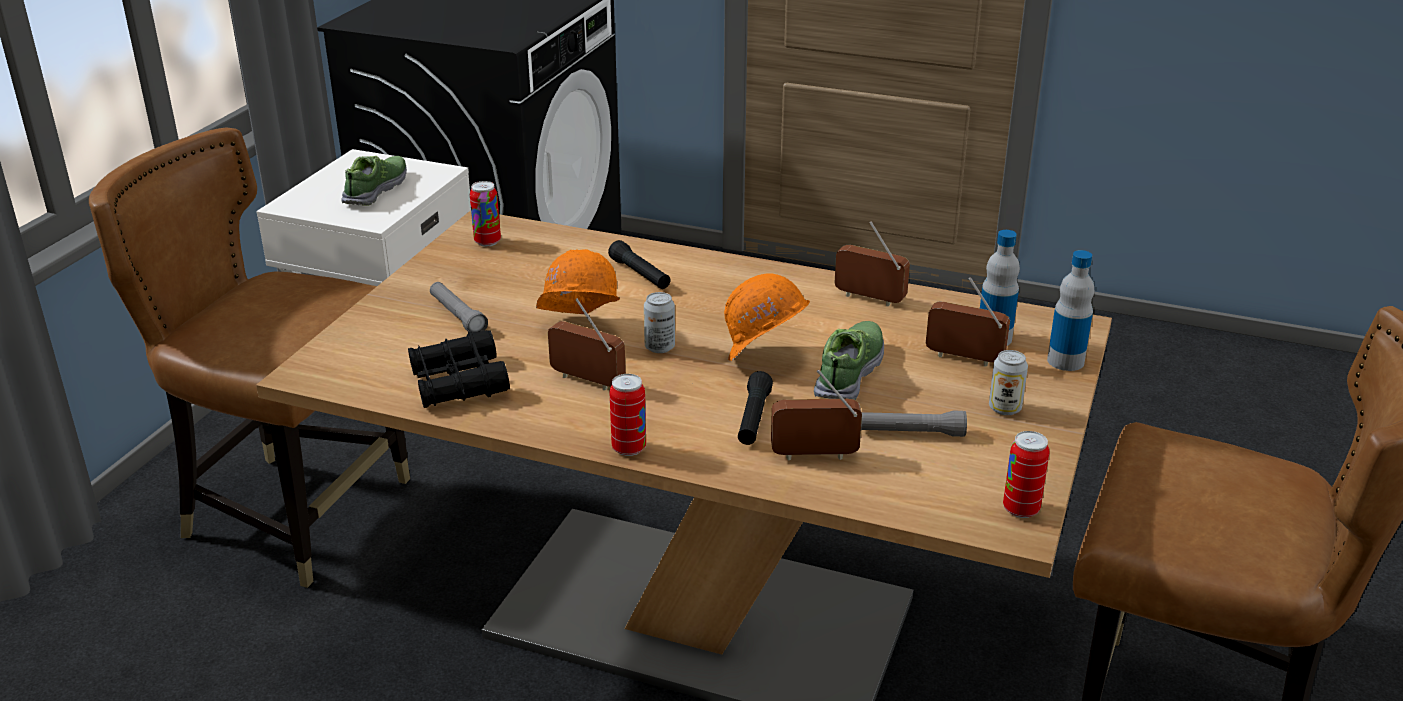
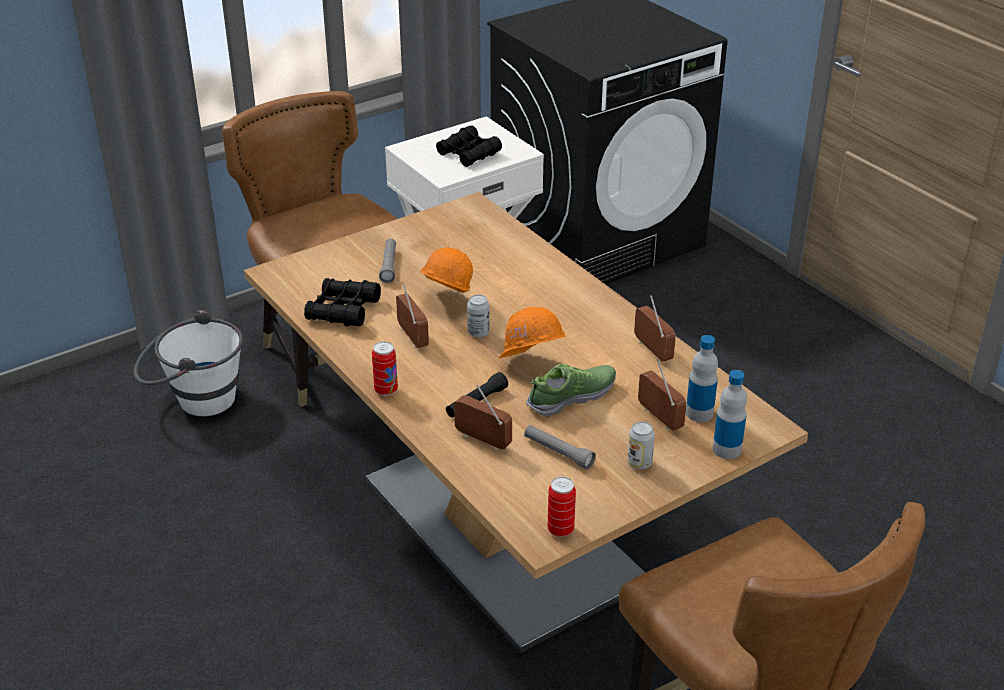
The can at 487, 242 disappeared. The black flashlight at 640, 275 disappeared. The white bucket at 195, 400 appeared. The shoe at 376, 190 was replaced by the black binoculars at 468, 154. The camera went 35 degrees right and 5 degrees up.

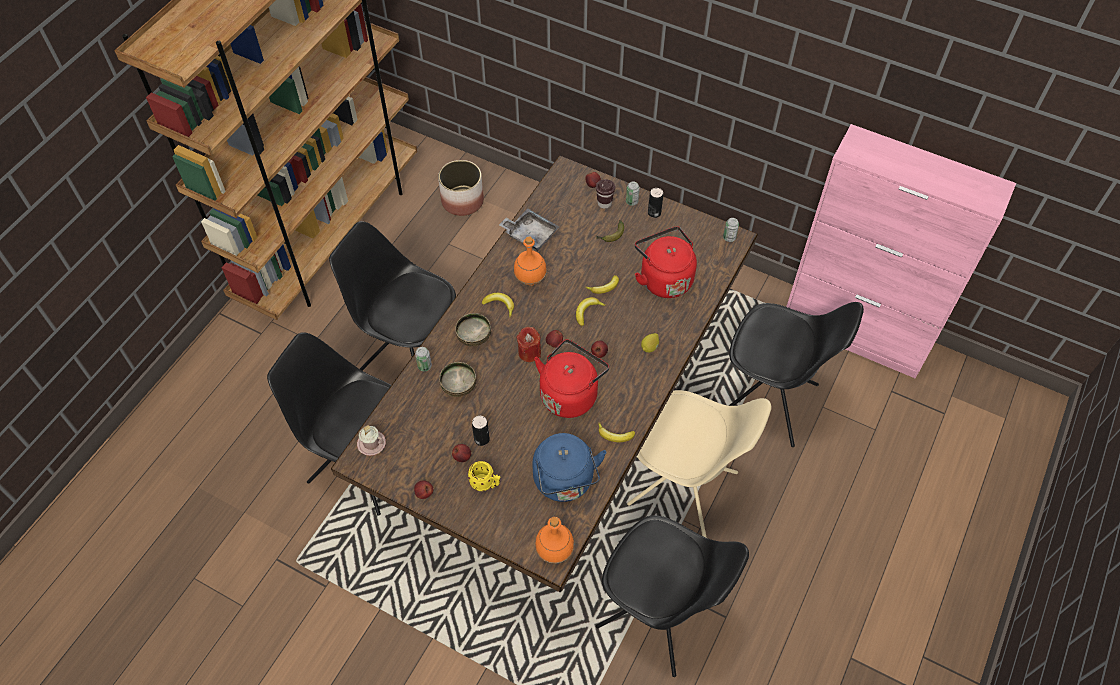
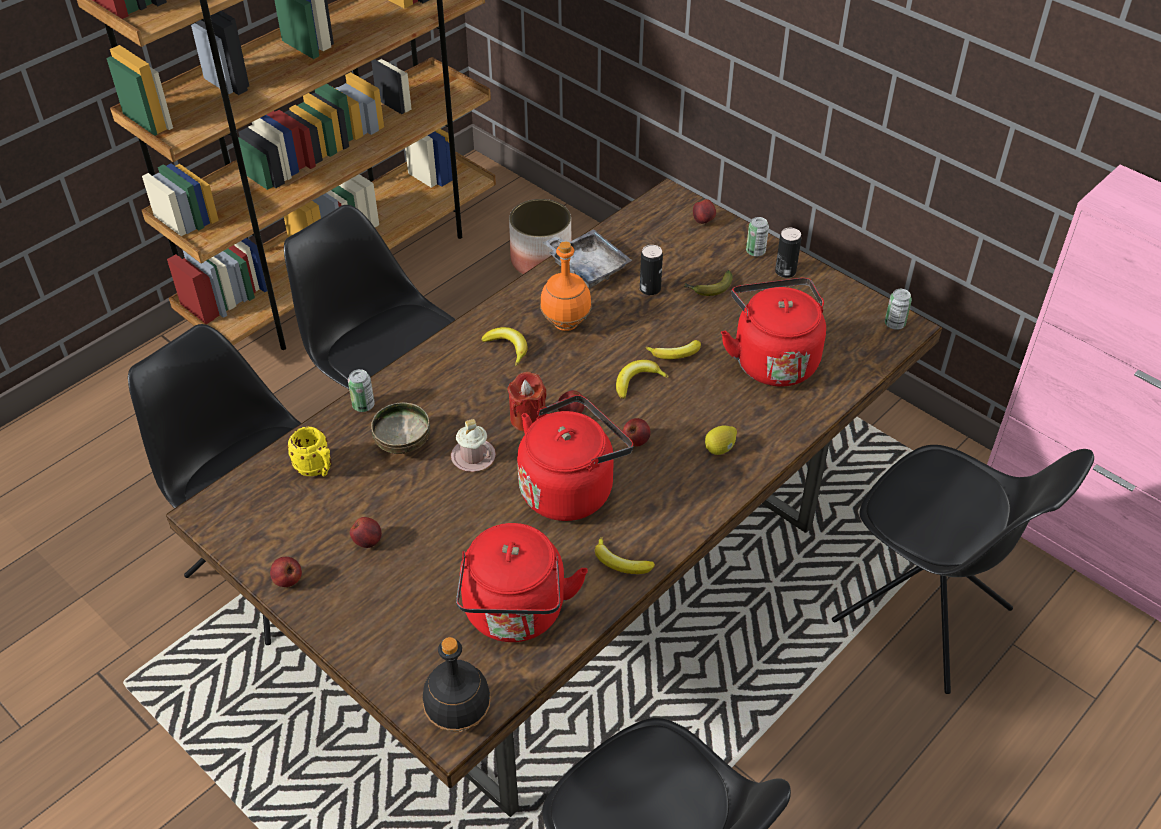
The bowl at 474, 337 disappeared. The brown cup at 604, 203 disappeared. The beige chair at 685, 490 disappeared. The pink mug moved from 371, 443 to 473, 456. The yellow mug moved from 486, 484 to 317, 469. The can moved from 481, 439 to 650, 289. The blue kettle at 565, 482 became the red kettle at 515, 615. The orange bottle at 555, 552 became the black bottle at 459, 717. The camera went 15 degrees right and 10 degrees down.

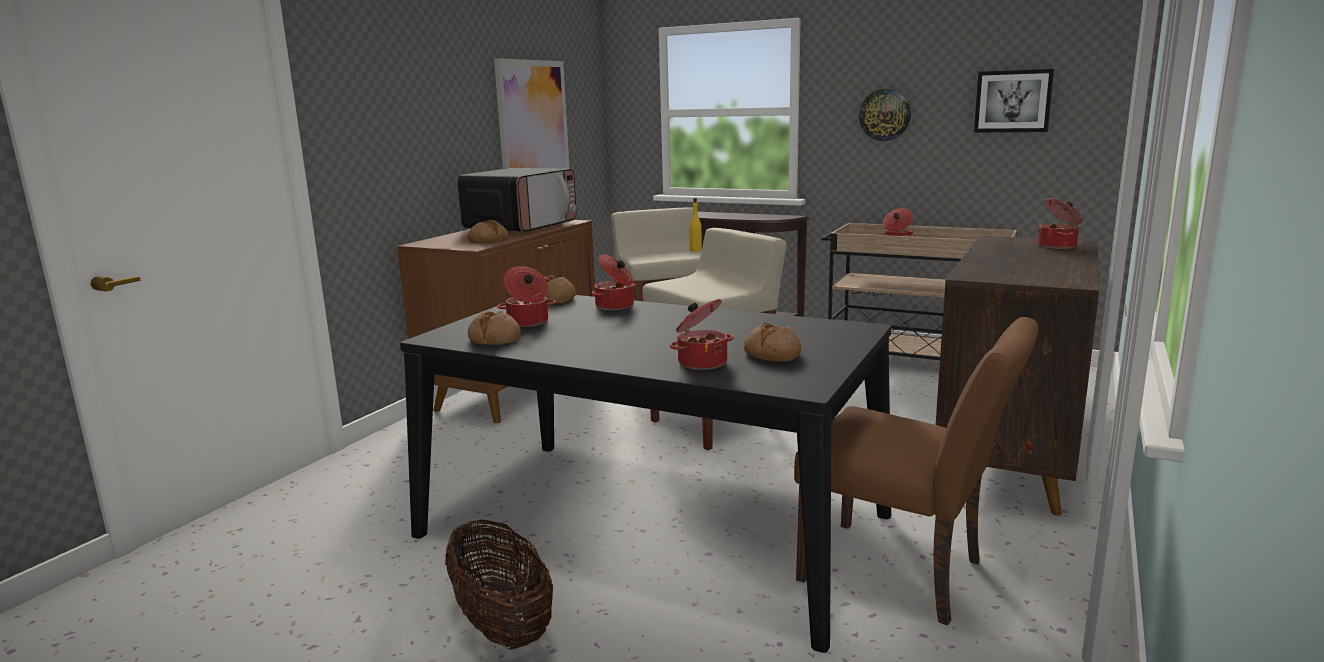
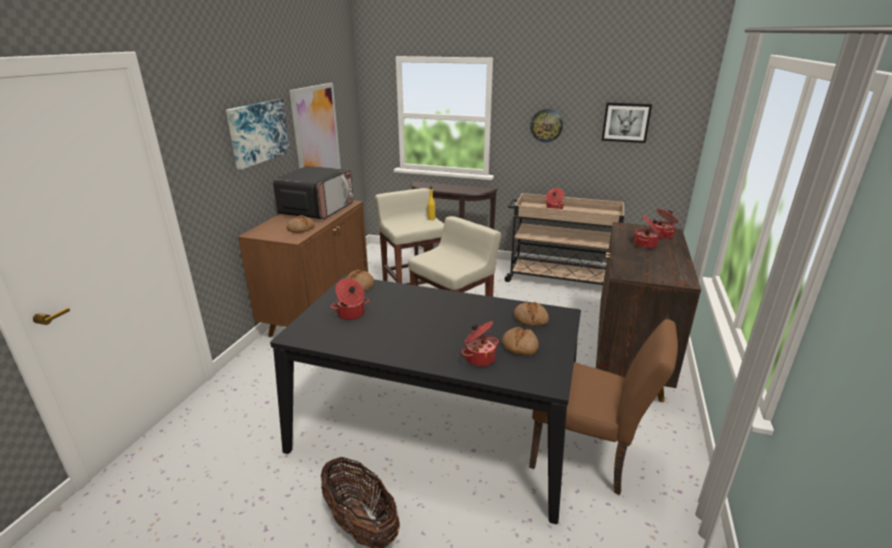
The picture at 258, 132 appeared. The bread moved from 495, 339 to 530, 319. The cooking pot moved from 615, 306 to 645, 245. The camera went 10 degrees left and 10 degrees up.

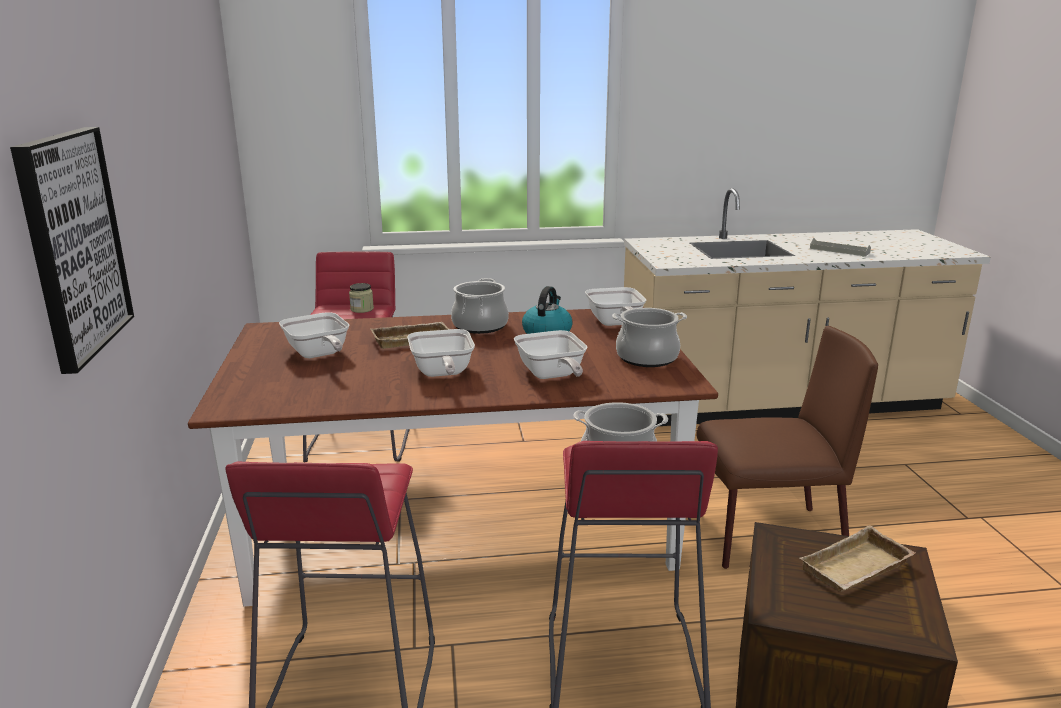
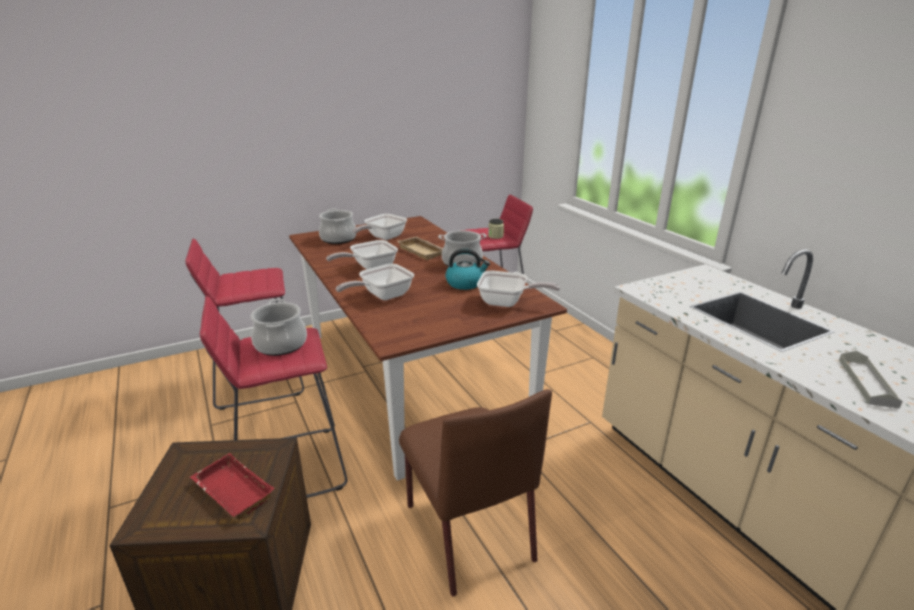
The picture at 73, 244 disappeared. The cooking pot moved from 647, 357 to 338, 239. The beige tray at 857, 569 became the red tray at 230, 492. The frying pan at 615, 324 turned 135 degrees counterclockwise. The camera went 70 degrees right and 5 degrees up.

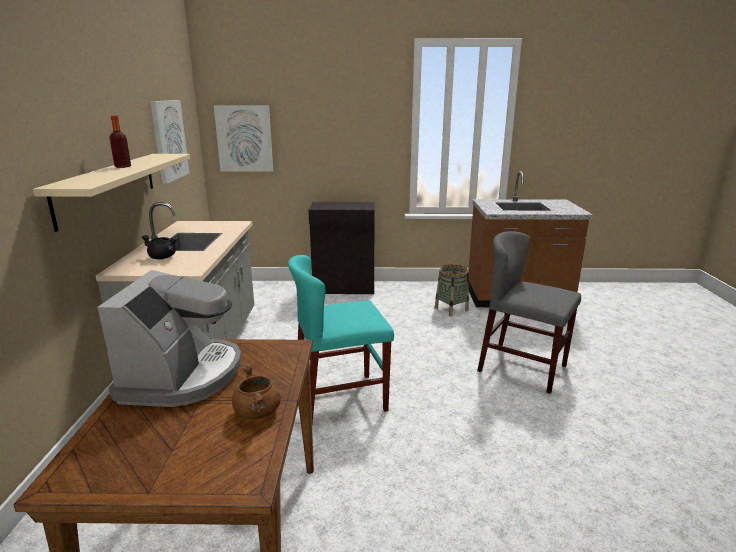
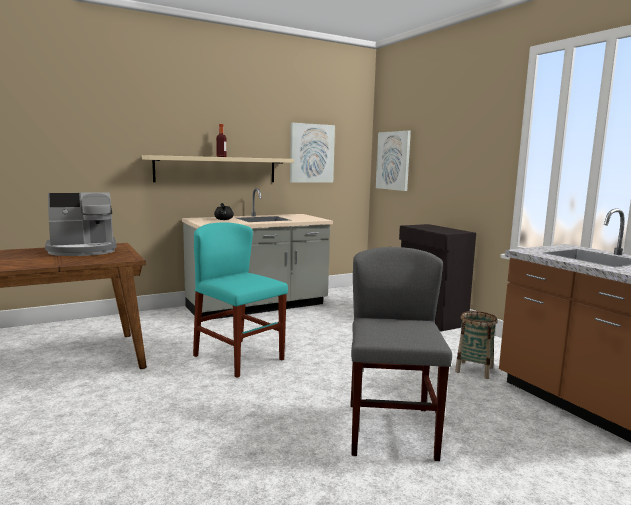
The brown cooking pot at 258, 412 disappeared. The camera went 60 degrees right and 10 degrees down.

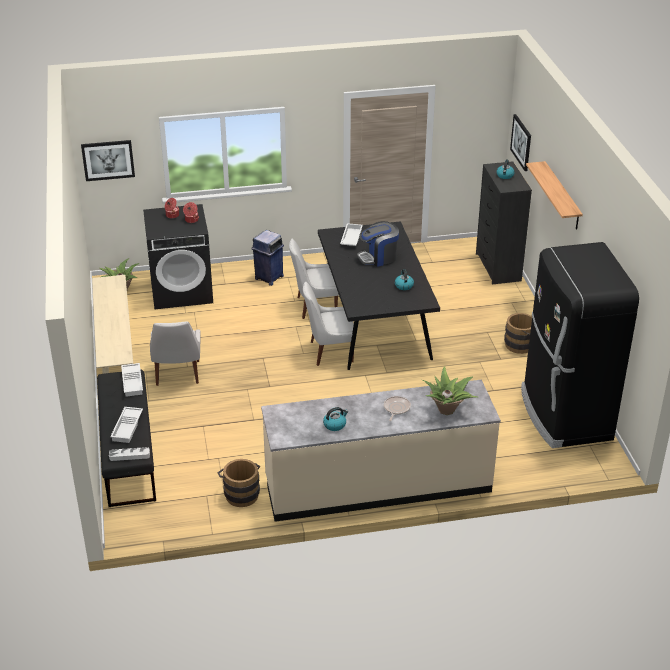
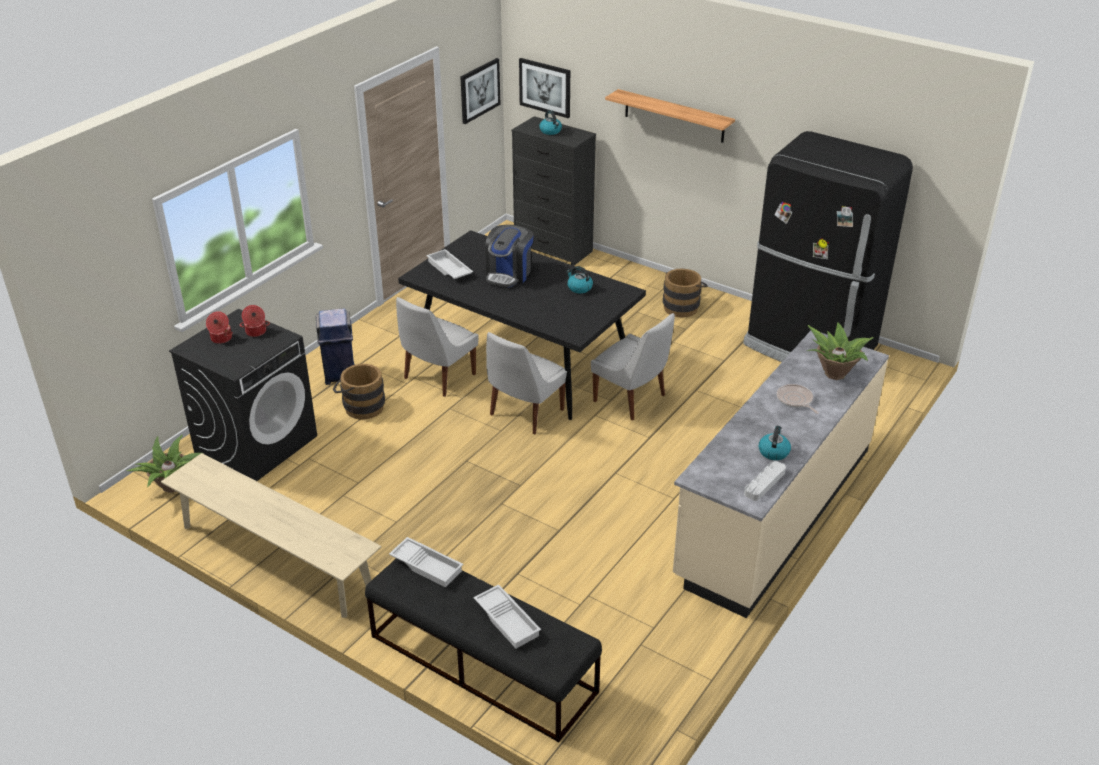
The picture moved from 108, 160 to 479, 90. The grey tray moved from 129, 456 to 764, 483. The white chair moved from 177, 374 to 631, 399. The brown bucket moved from 240, 493 to 360, 406. The camera went 45 degrees left and 0 degrees up.

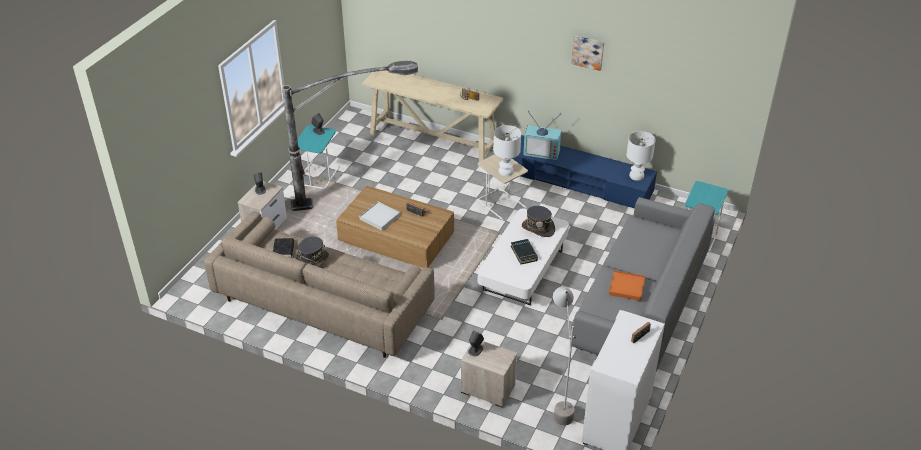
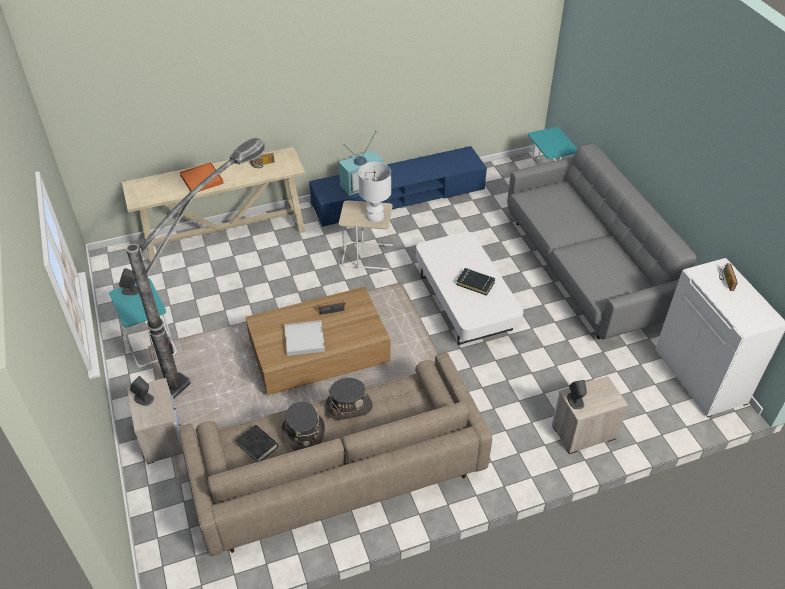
The grey floor lamp at 559, 404 disappeared. The picture at 588, 52 disappeared. The white table lamp at 637, 176 disappeared. The grey hat moved from 538, 228 to 348, 406. The orange tray moved from 626, 287 to 201, 179. The camera went 45 degrees left and 5 degrees up.

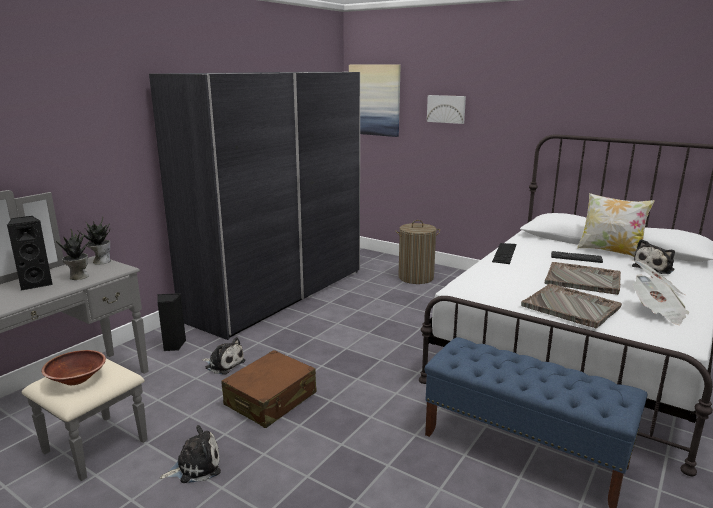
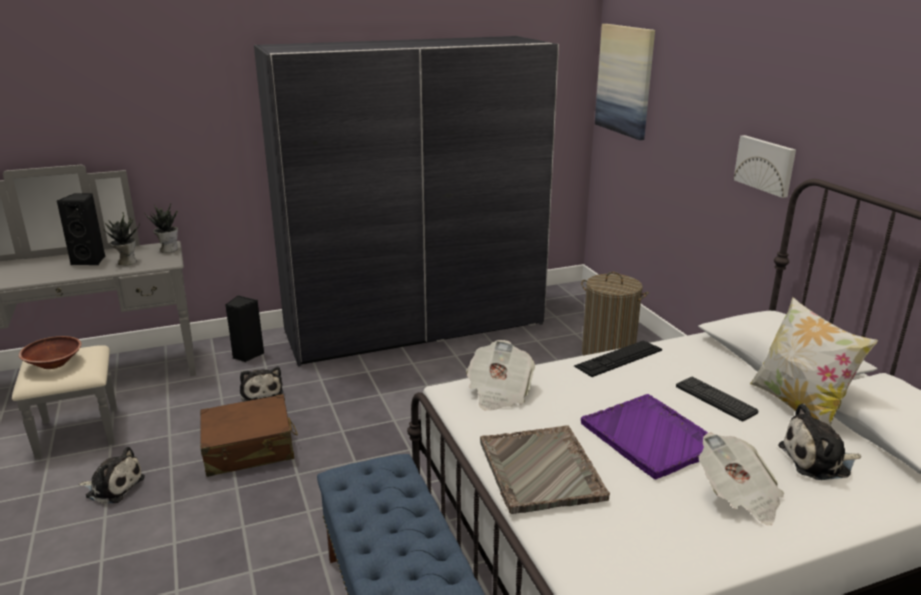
The picture moved from 446, 109 to 765, 165. The newspaper moved from 658, 313 to 499, 392. The grey tray at 583, 280 became the purple tray at 651, 438. The camera went 35 degrees right and 5 degrees up.

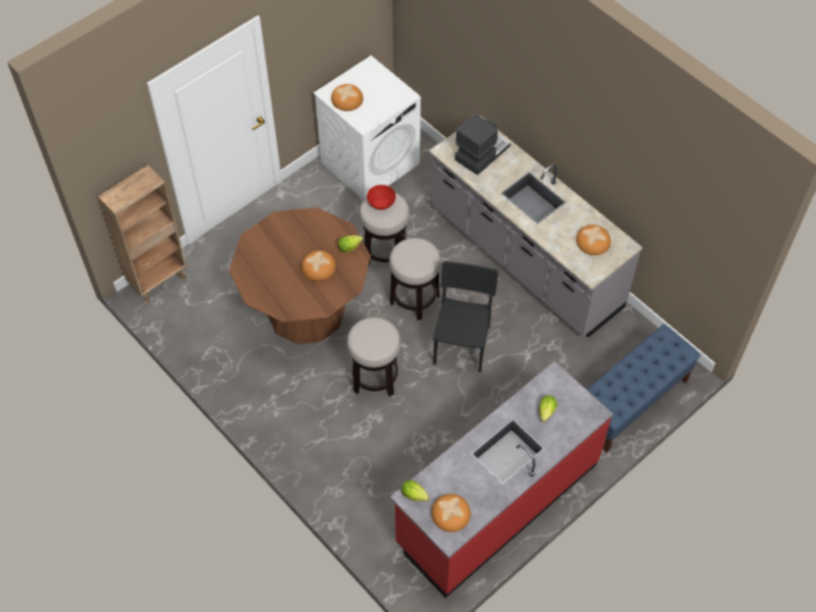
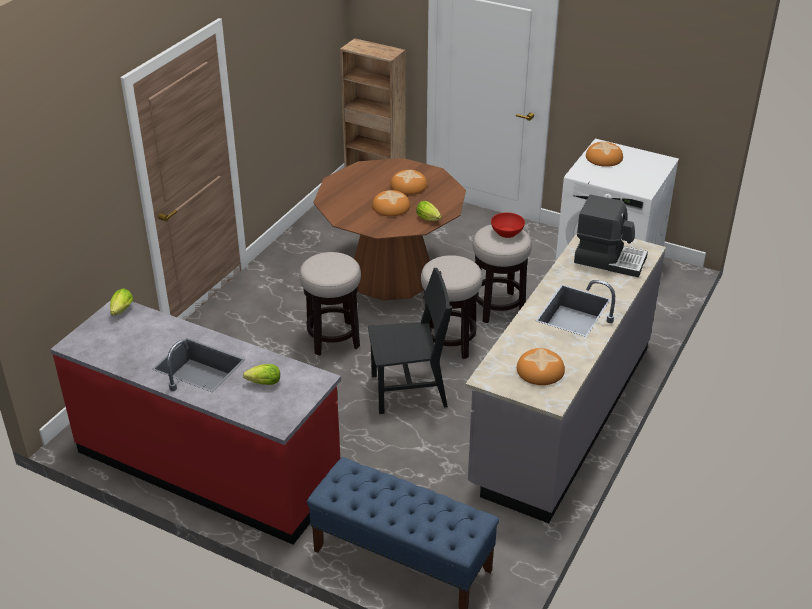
The bread moved from 451, 514 to 408, 186. The camera went 70 degrees right and 20 degrees down.

